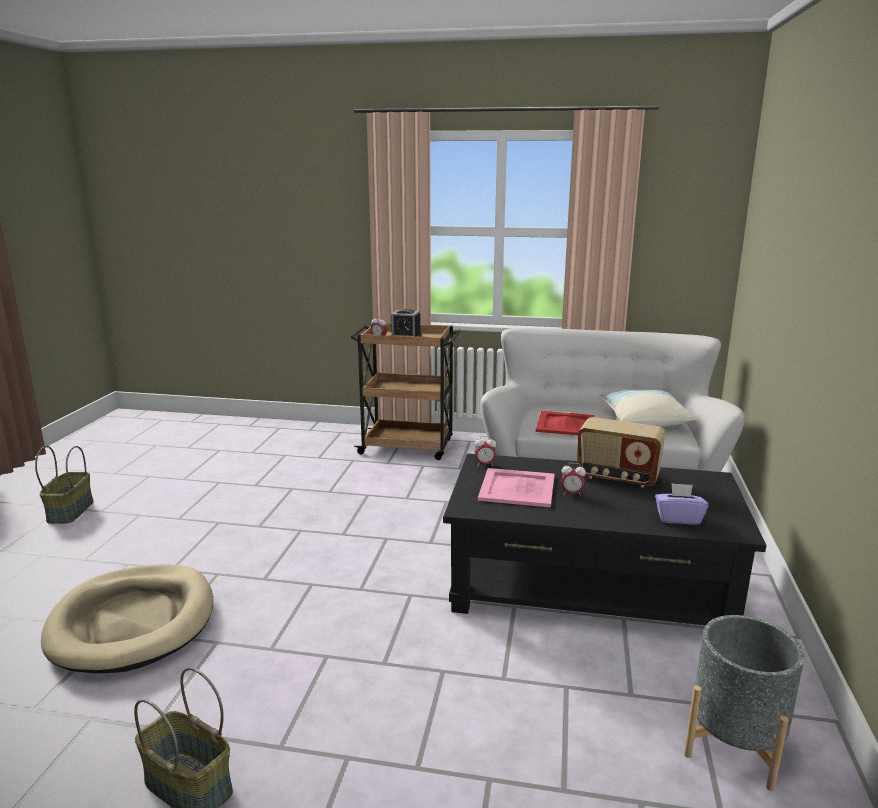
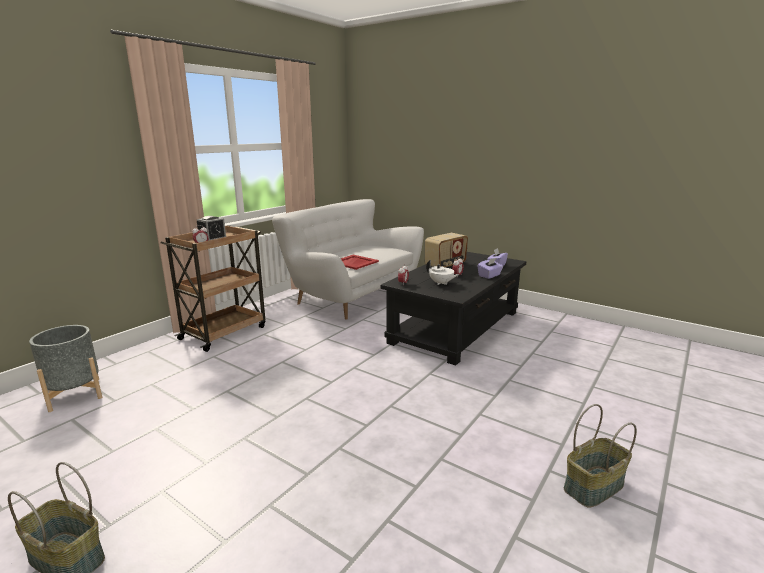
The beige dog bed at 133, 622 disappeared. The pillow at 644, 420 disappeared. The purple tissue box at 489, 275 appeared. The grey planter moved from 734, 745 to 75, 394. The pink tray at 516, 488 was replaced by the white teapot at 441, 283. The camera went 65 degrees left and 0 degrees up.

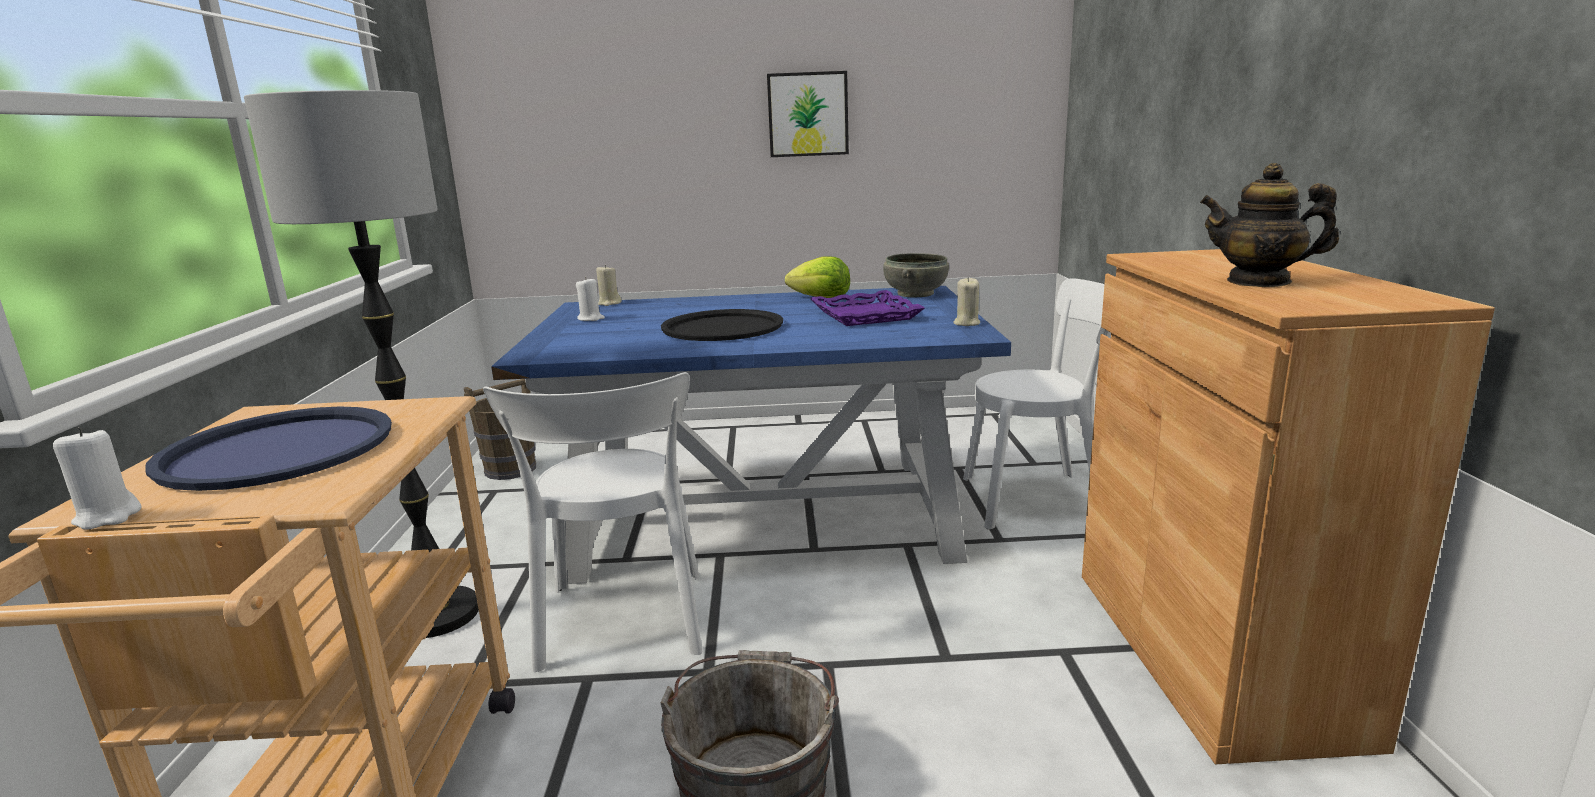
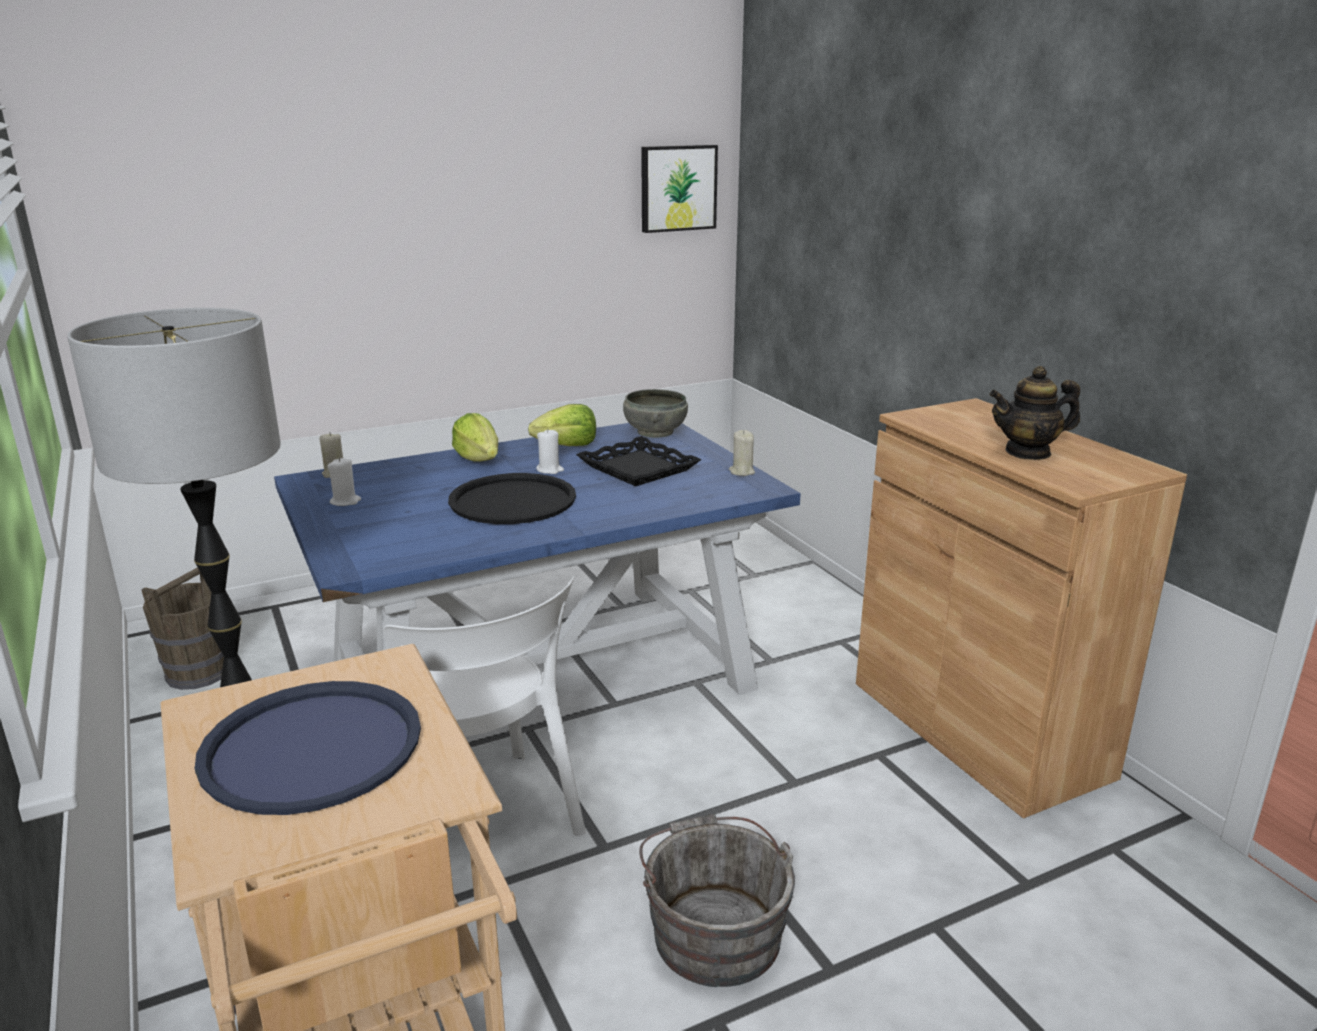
The white chair at 1040, 500 disappeared. The lettuce at 479, 459 appeared. The white candle moved from 108, 517 to 550, 470. The picture moved from 808, 114 to 677, 188. The purple tray at 866, 315 became the black tray at 639, 468. The camera went 25 degrees left and 5 degrees up.

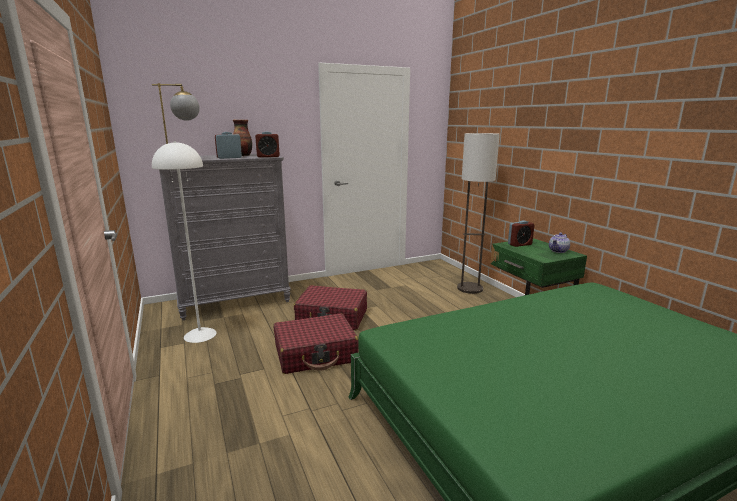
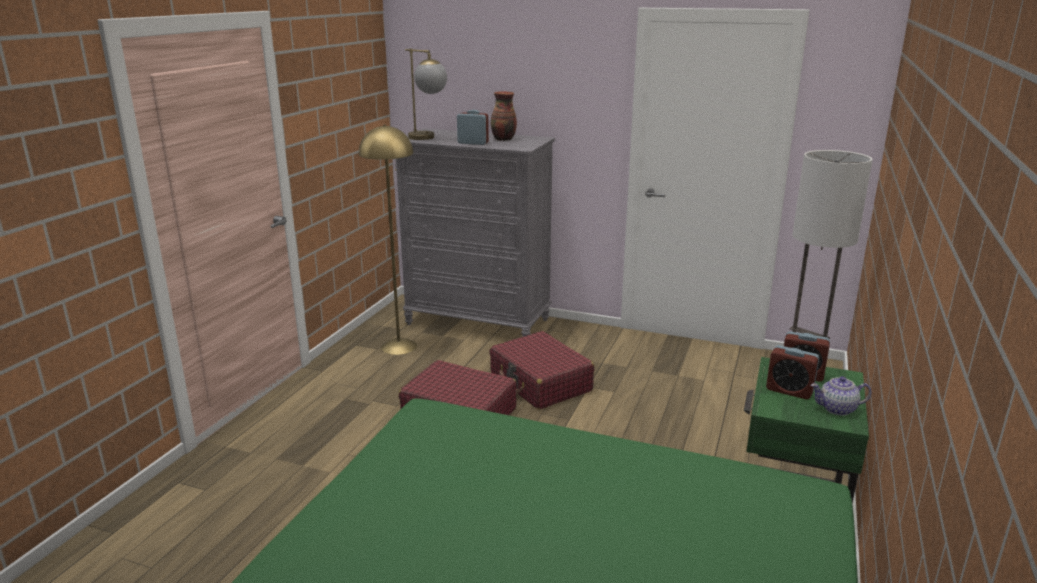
The alarm clock moved from 268, 156 to 789, 390. The white floor lamp at 200, 335 became the yellow floor lamp at 398, 346. The camera went 45 degrees right and 5 degrees up.

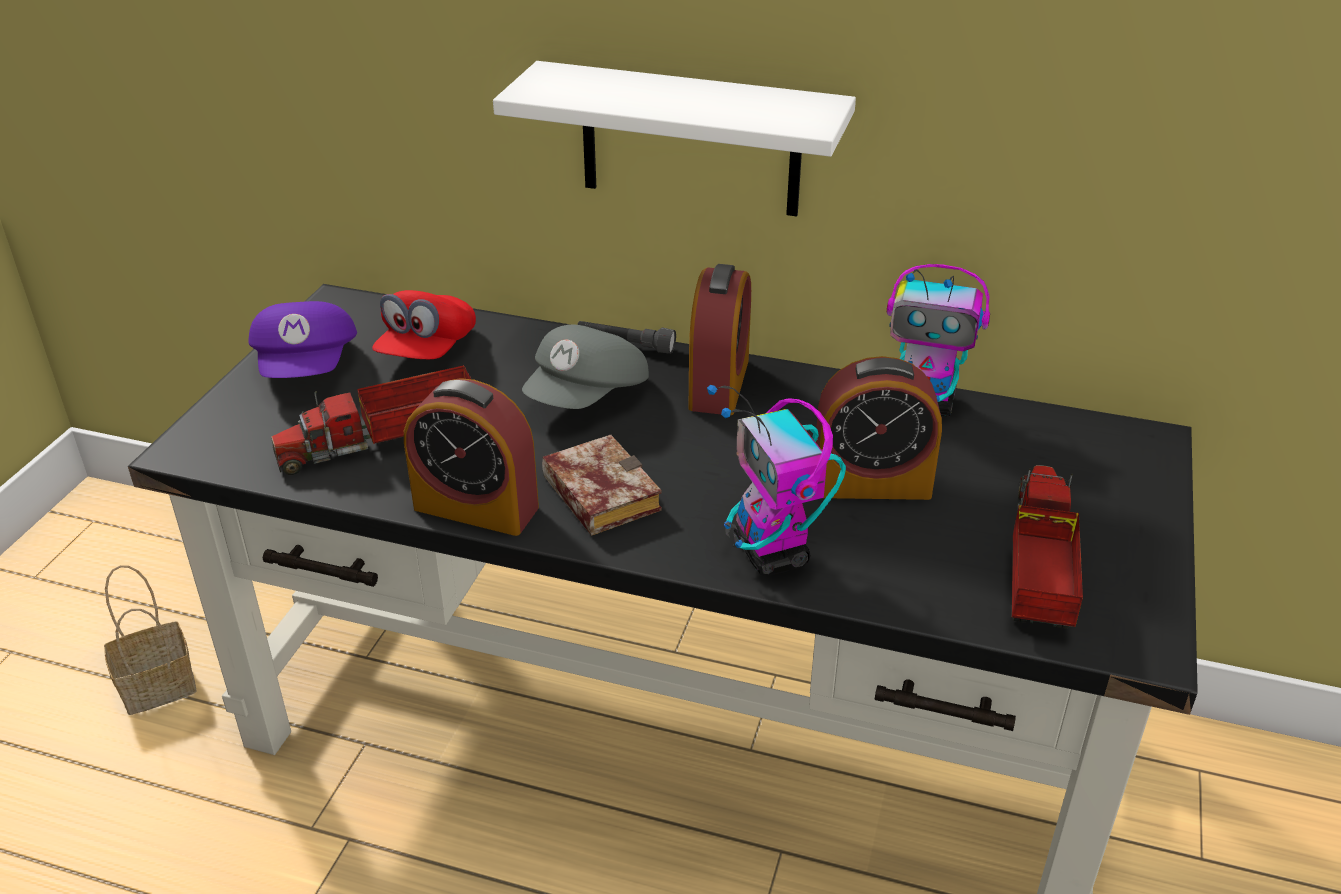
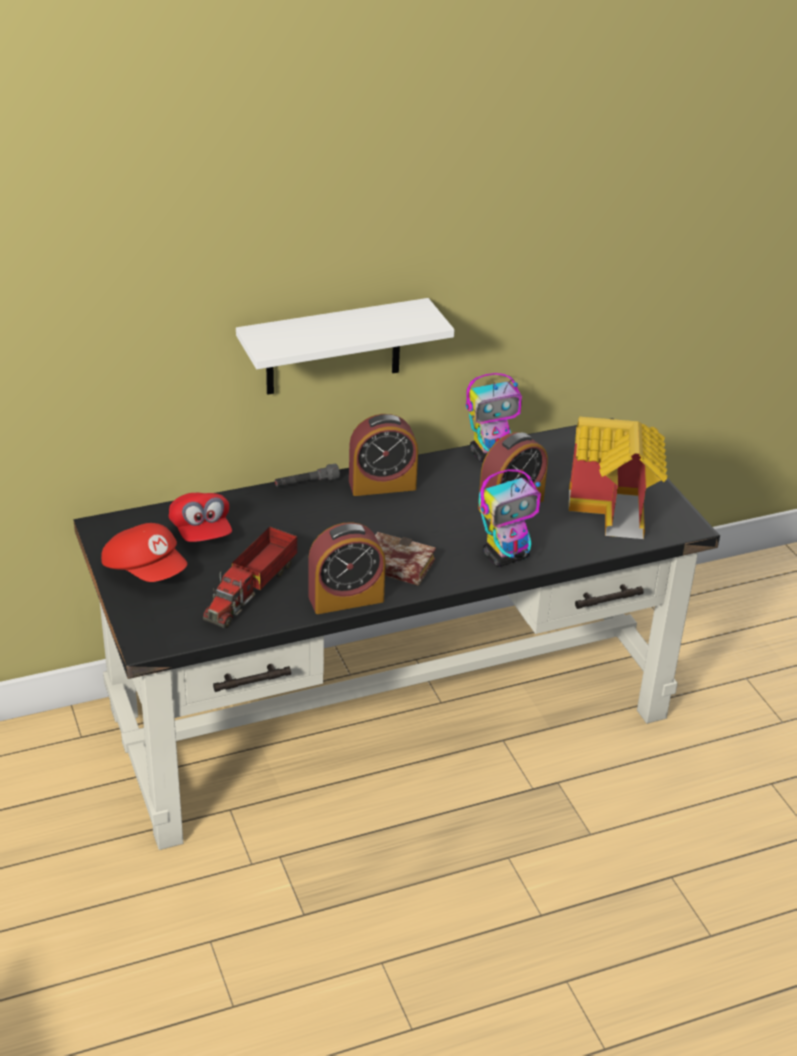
The basket at 160, 685 disappeared. The grey cap at 588, 396 disappeared. The toy truck at 1038, 565 was replaced by the toy house at 616, 510. The purple cap at 309, 367 became the red cap at 146, 570. The alarm clock at 719, 384 turned 105 degrees clockwise. The toy robot at 772, 554 turned 60 degrees counterclockwise. The camera went 40 degrees left and 0 degrees up.

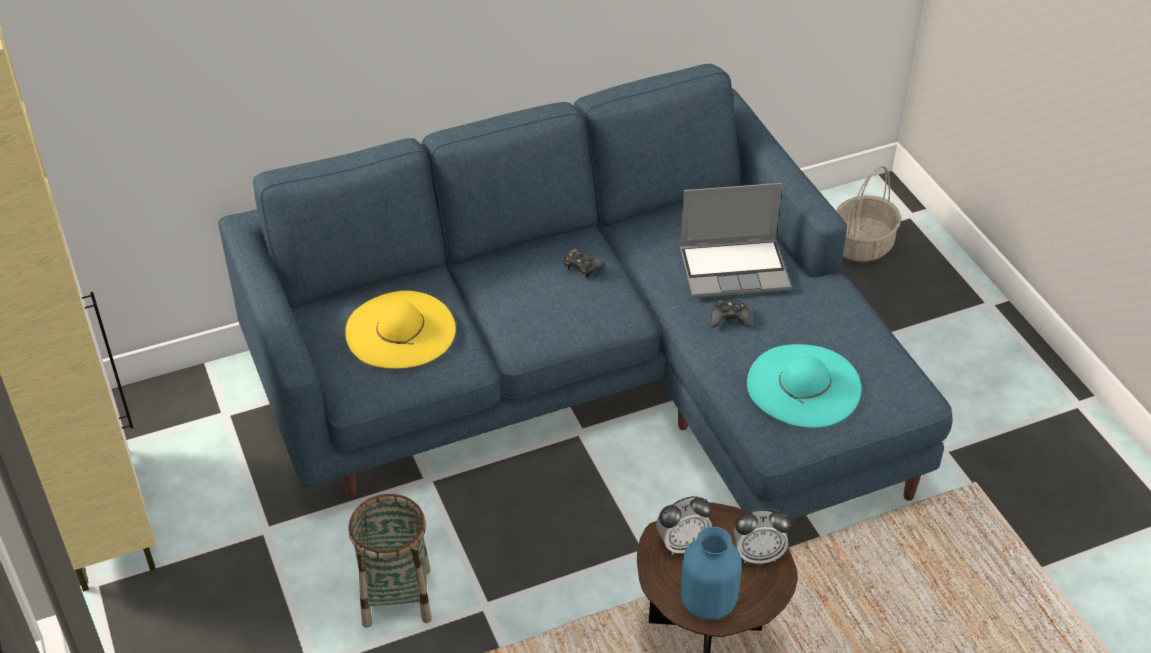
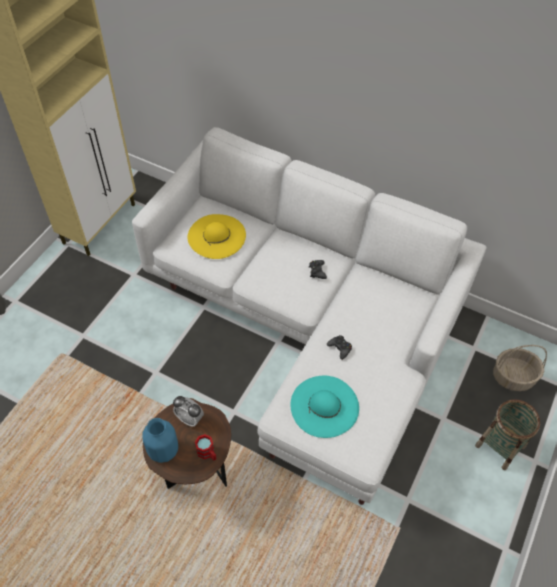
The laptop at 735, 269 disappeared. The basket moved from 396, 597 to 500, 446. The alarm clock at 758, 555 was replaced by the red mug at 207, 453. The blue sofa at 591, 384 became the white sofa at 309, 327. The camera went 50 degrees right and 10 degrees up.

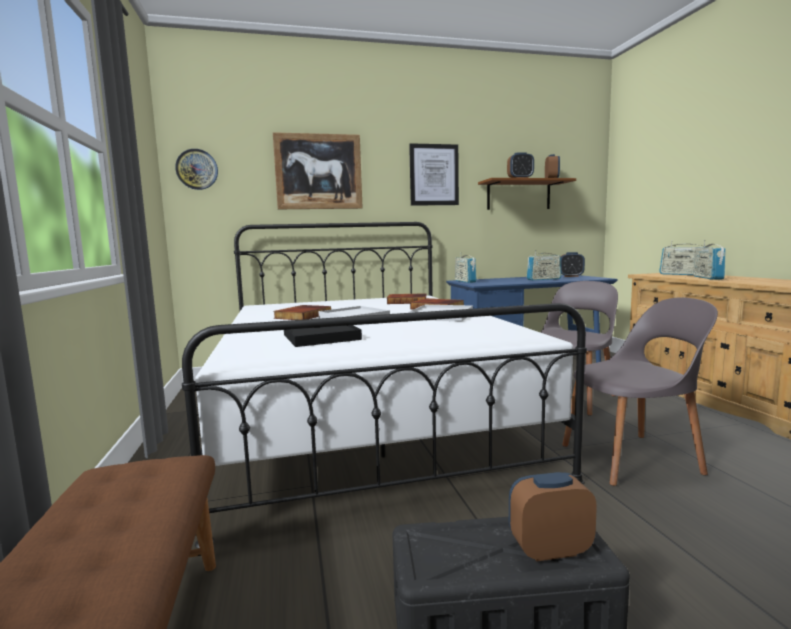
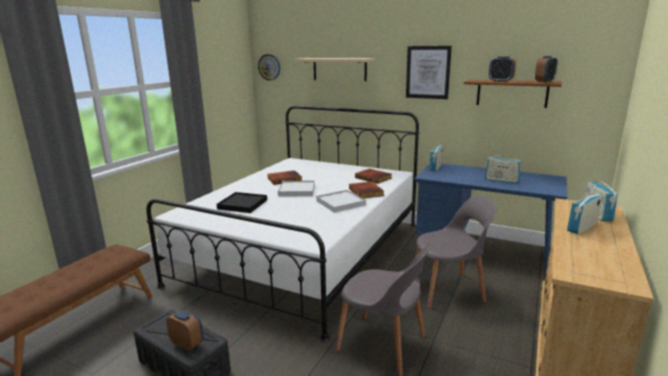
The alarm clock at 571, 276 disappeared. The picture at 318, 172 was replaced by the beige shelf at 339, 69. The camera went 40 degrees right and 10 degrees up.

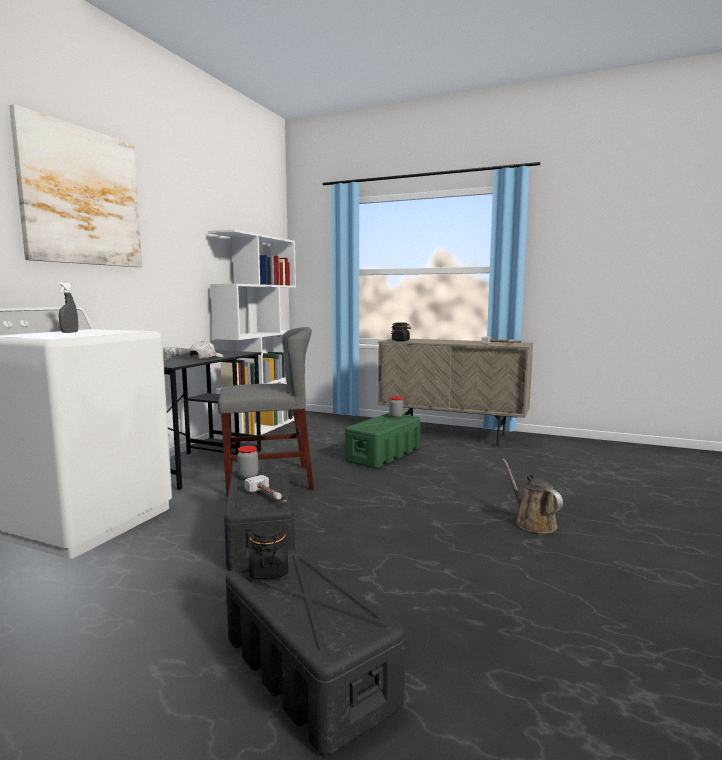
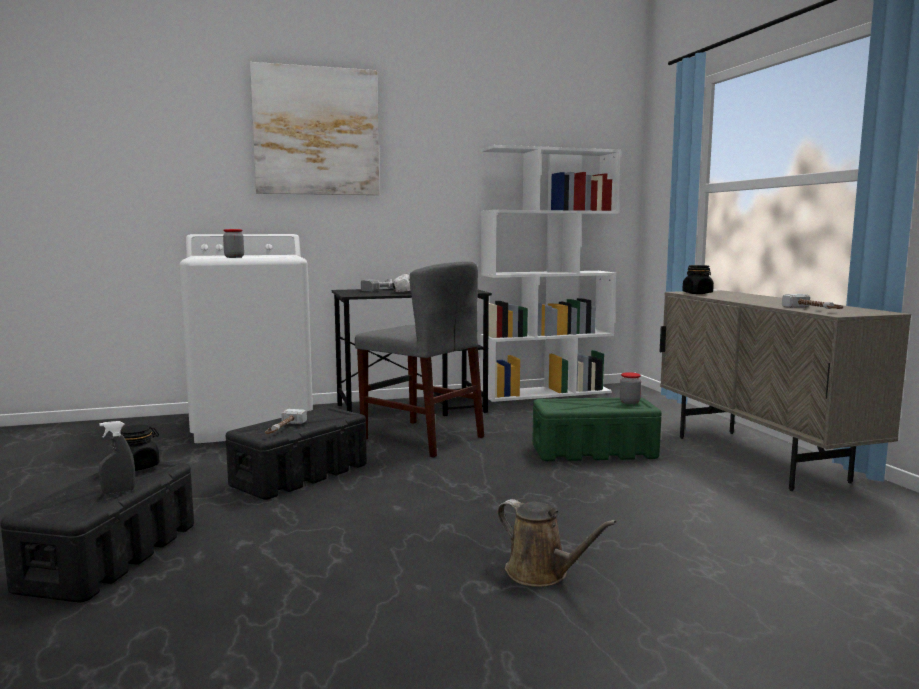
The grey spray bottle moved from 69, 332 to 118, 492. The jar moved from 248, 476 to 234, 257. The brown watering can at 532, 522 turned 105 degrees clockwise. The camera went 50 degrees right and 0 degrees up.

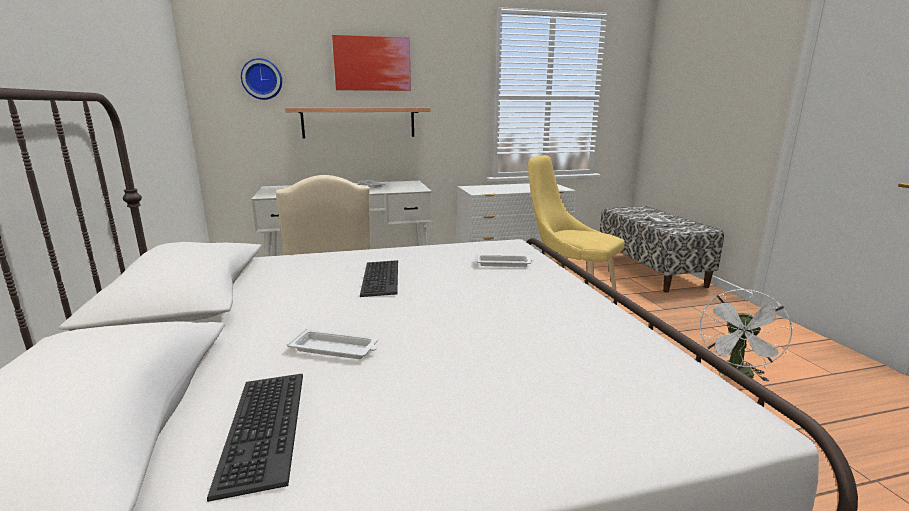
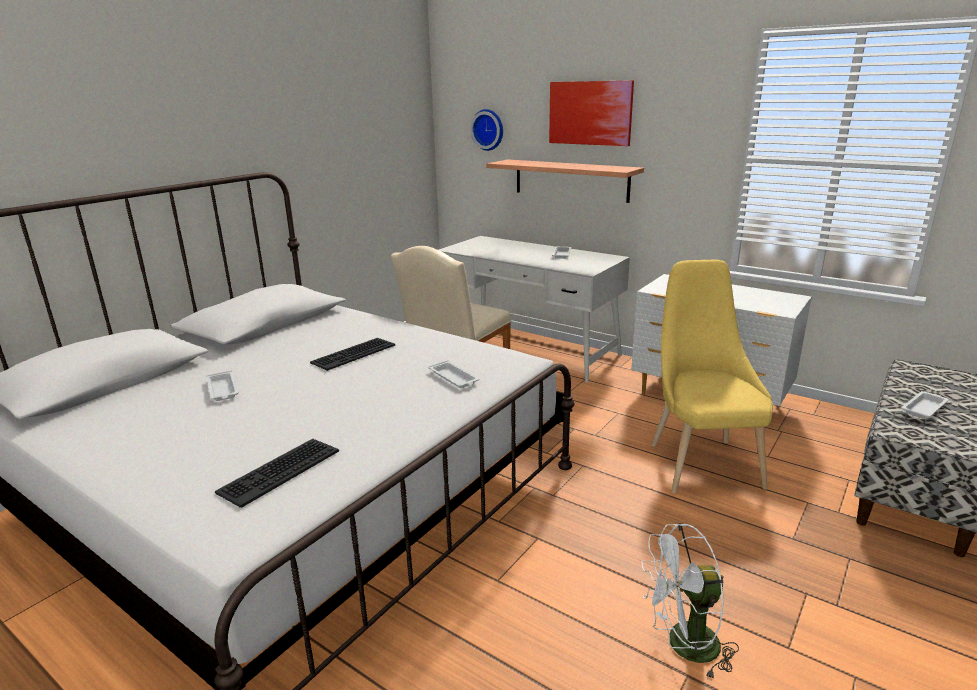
The keyboard moved from 262, 428 to 279, 471. The camera went 50 degrees right and 5 degrees up.

